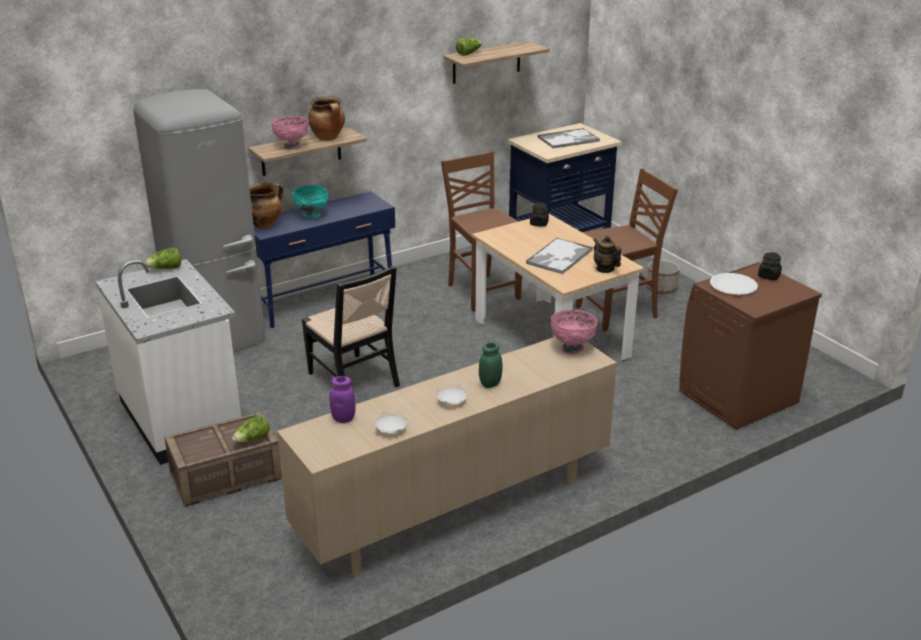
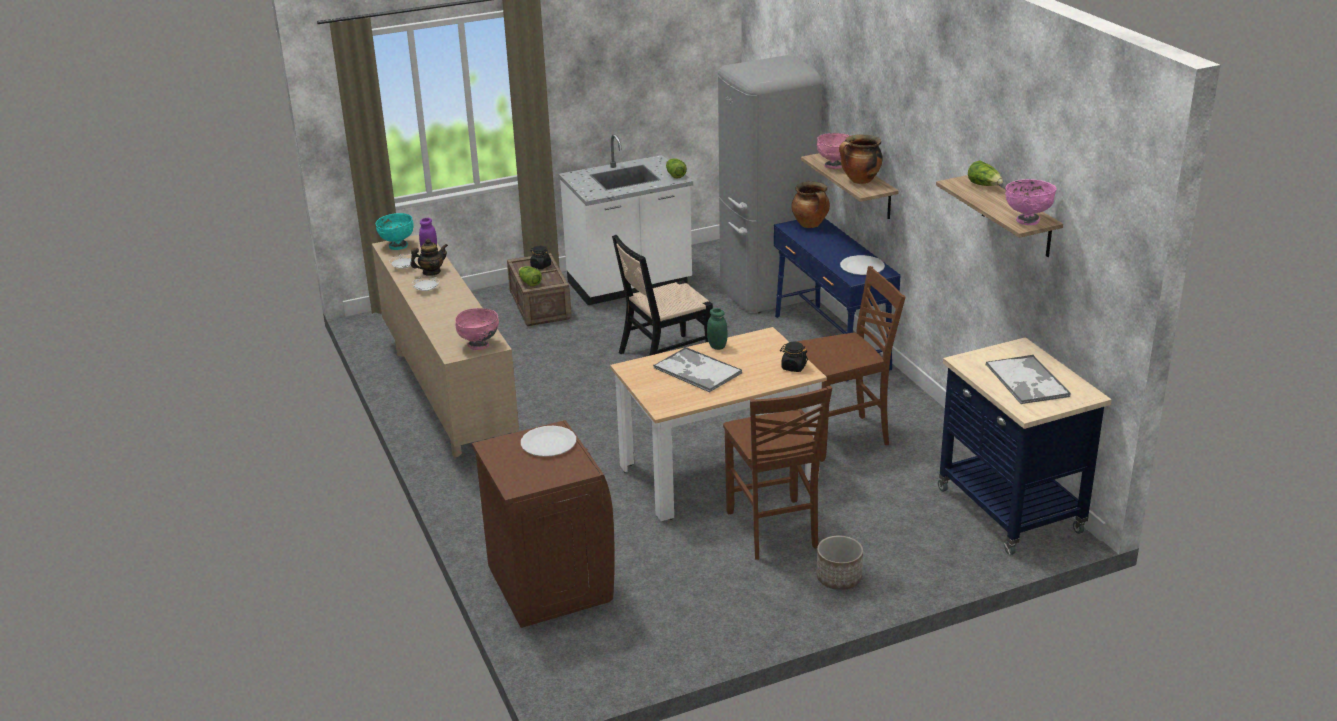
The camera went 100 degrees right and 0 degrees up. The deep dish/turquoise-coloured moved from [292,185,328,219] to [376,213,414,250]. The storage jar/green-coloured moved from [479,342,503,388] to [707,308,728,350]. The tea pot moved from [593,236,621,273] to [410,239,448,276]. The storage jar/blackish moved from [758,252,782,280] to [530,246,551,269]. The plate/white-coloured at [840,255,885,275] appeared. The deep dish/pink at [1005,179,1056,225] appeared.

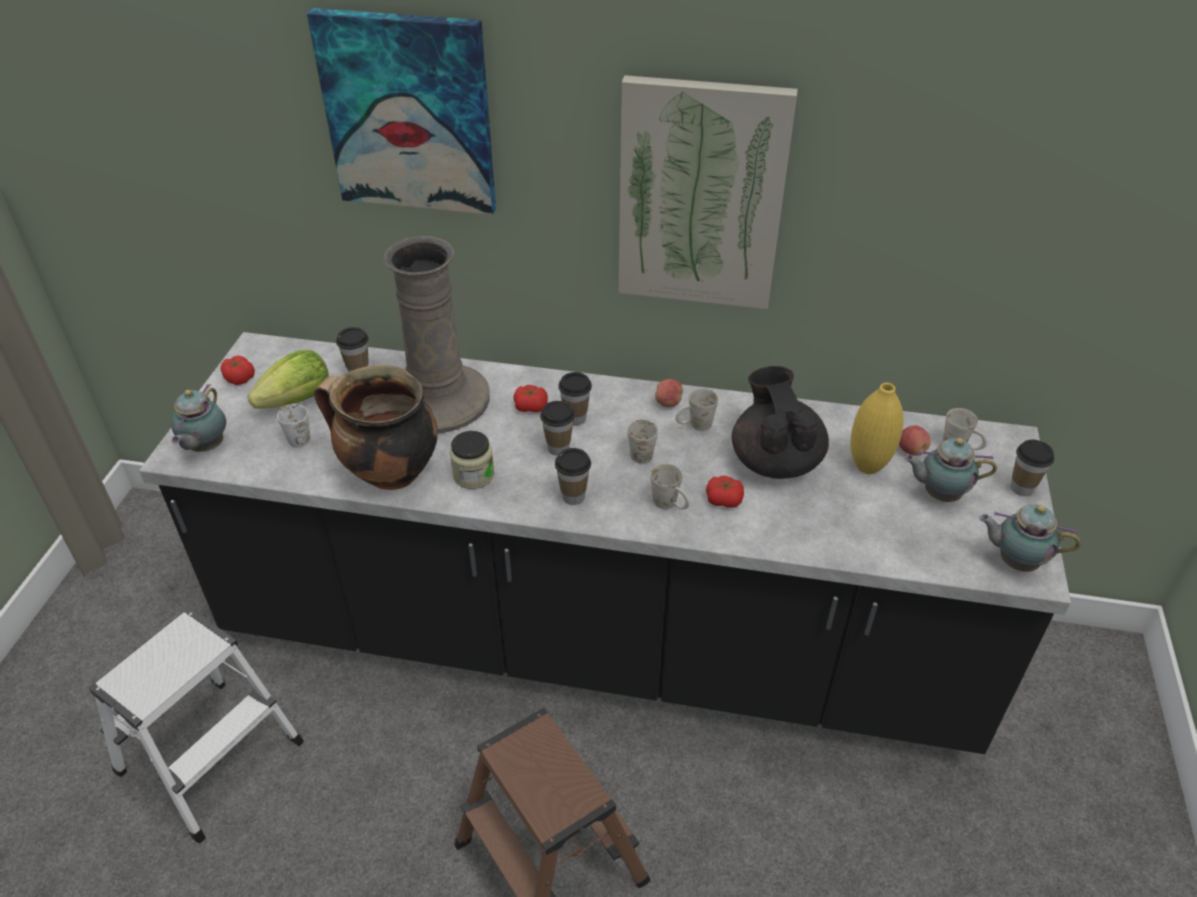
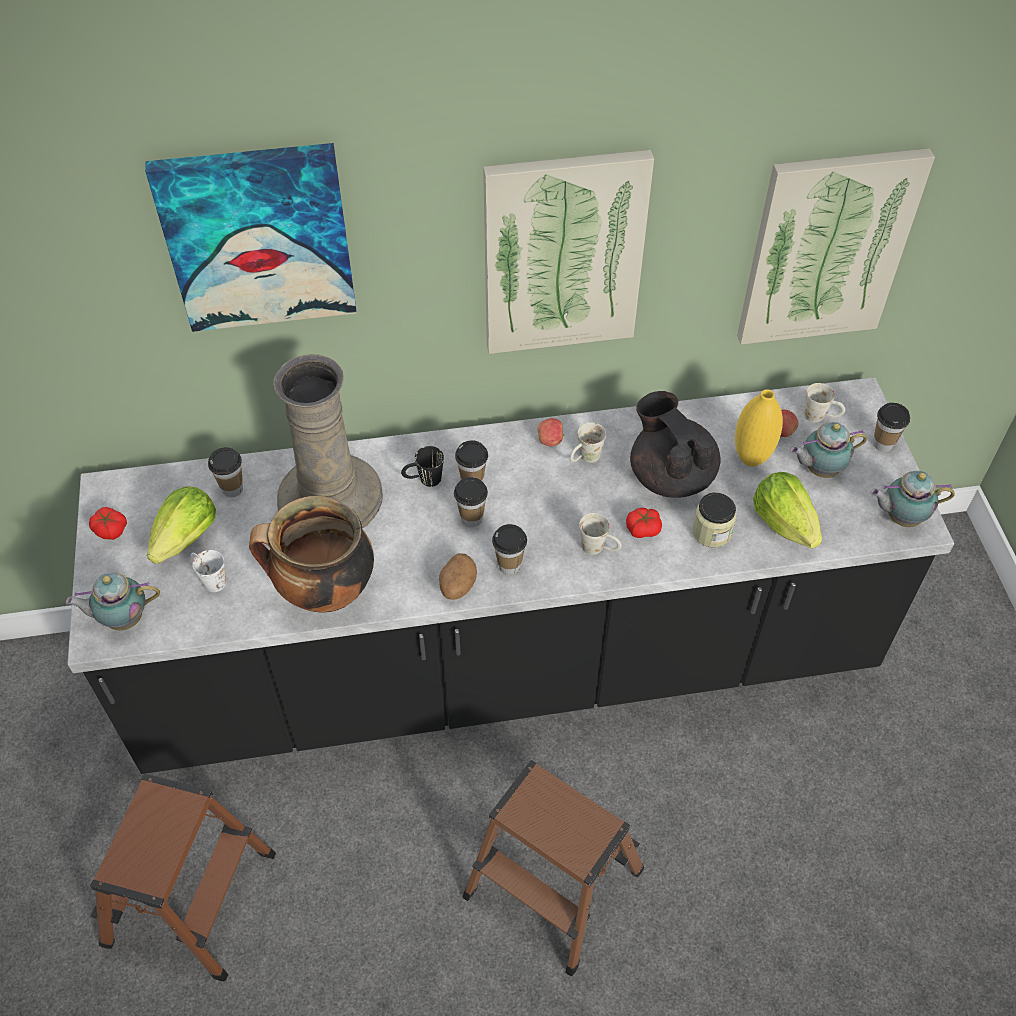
The camera went 20 degrees left and 10 degrees up. The stepladder/white-coloured at [88,607,304,843] became the stepladder/brownish at [90,773,276,981]. The tea pot at [171,384,226,452] turned 90 degrees clockwise. The storage jar moved from [450,431,494,489] to [692,493,737,548]. The fresh tomato at [513,385,548,412] was replaced by the tea mug/blackish at [401,446,444,487]. The tea mug/white-coloured at [627,419,658,464] disappeared. The whole potato at [439,553,477,600] appeared. The wall picture at [737,148,935,345] appeared. The lettuce at [753,472,822,548] appeared.

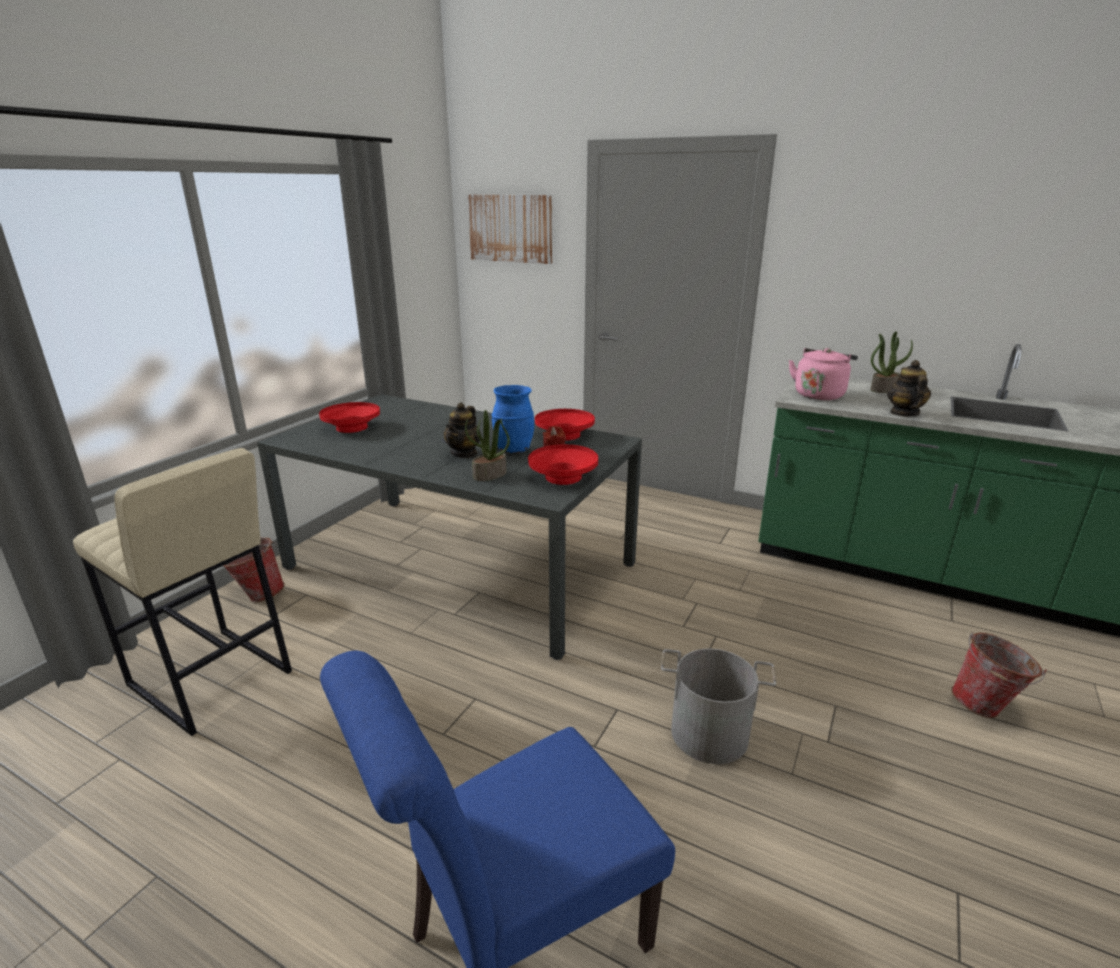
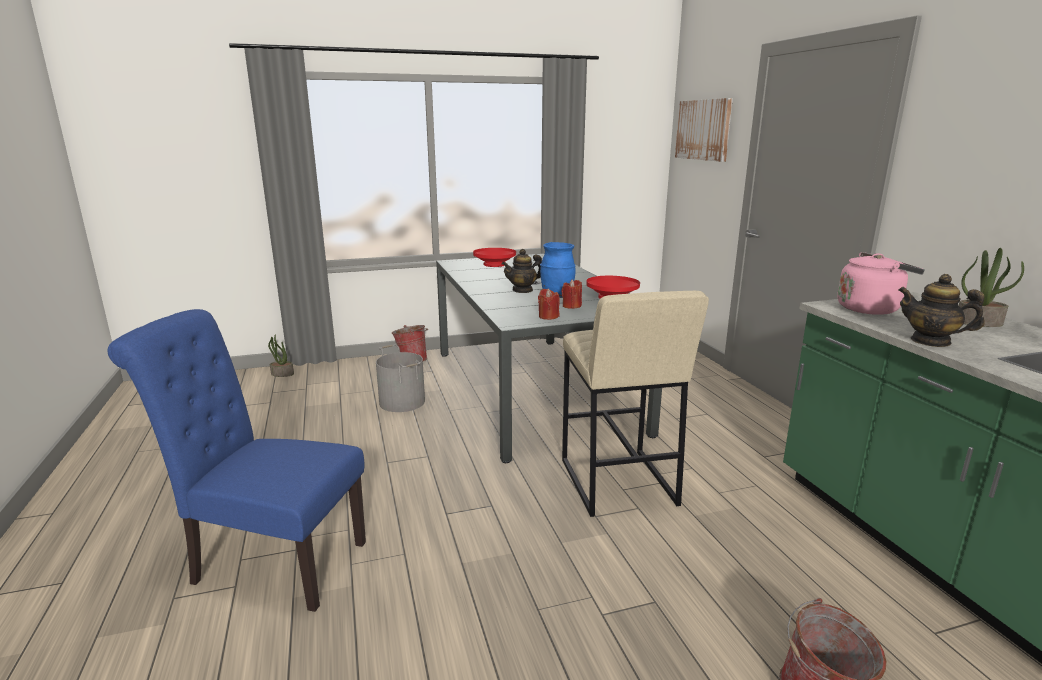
The camera went 45 degrees right and 5 degrees down. The stool/sand-coloured moved from [73,448,292,736] to [562,291,709,517]. The potted plant moved from [465,410,510,481] to [268,334,294,377]. The deep dish/reddish at [528,444,598,485] was replaced by the wax candle/reddish at [538,289,560,320]. The pail/grey moved from [661,649,776,764] to [376,344,425,412]. The tea pot at [887,360,931,417] turned 105 degrees counterclockwise.

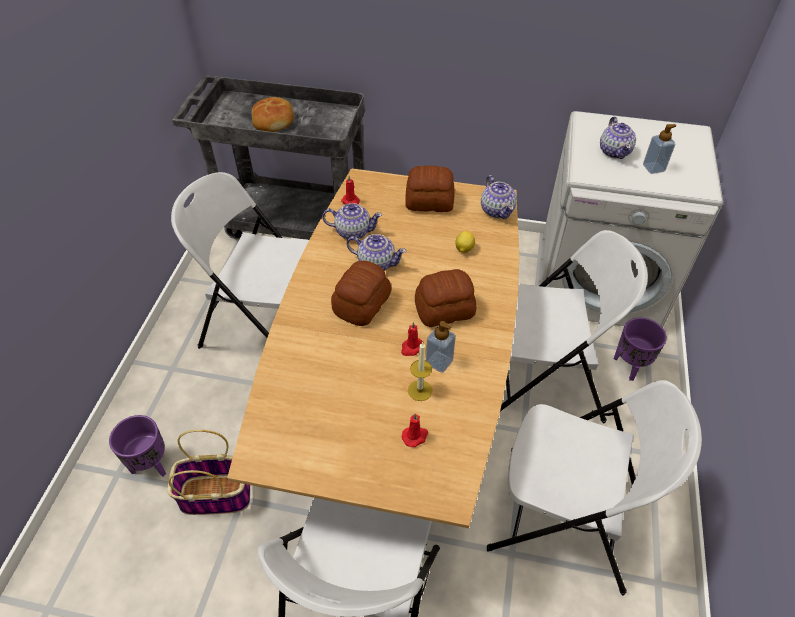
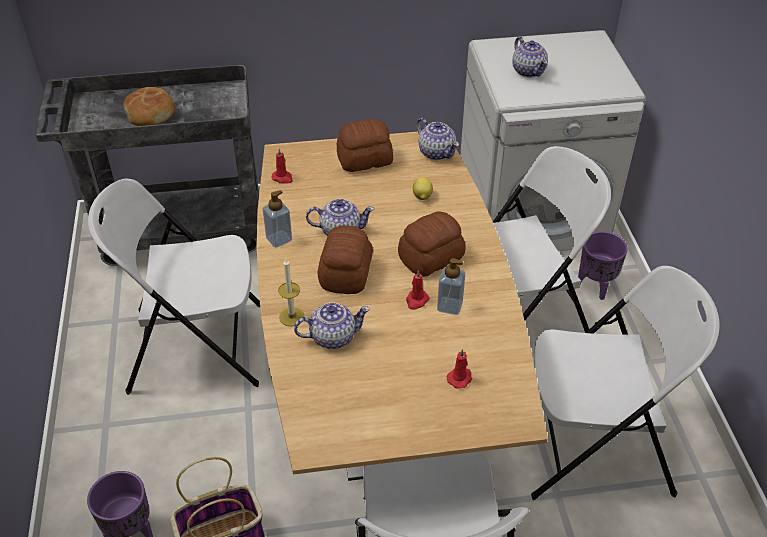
The camera went 20 degrees left and 5 degrees down. The tea pot moved from [322,203,382,240] to [294,302,370,349]. The wax candle moved from [408,341,432,401] to [278,259,305,326]. The liquid soap bottle moved from [643,124,676,174] to [262,190,292,248].

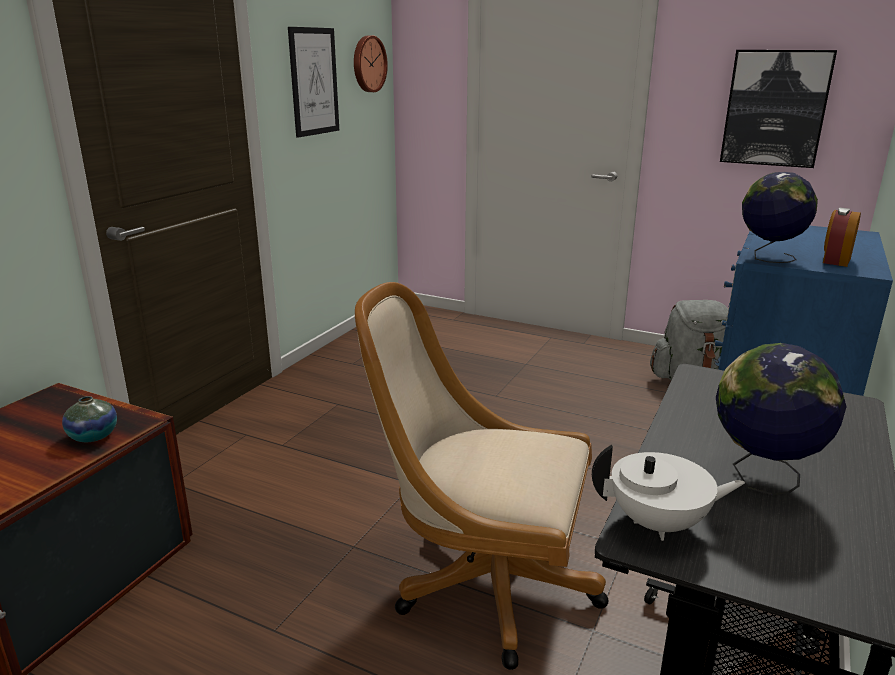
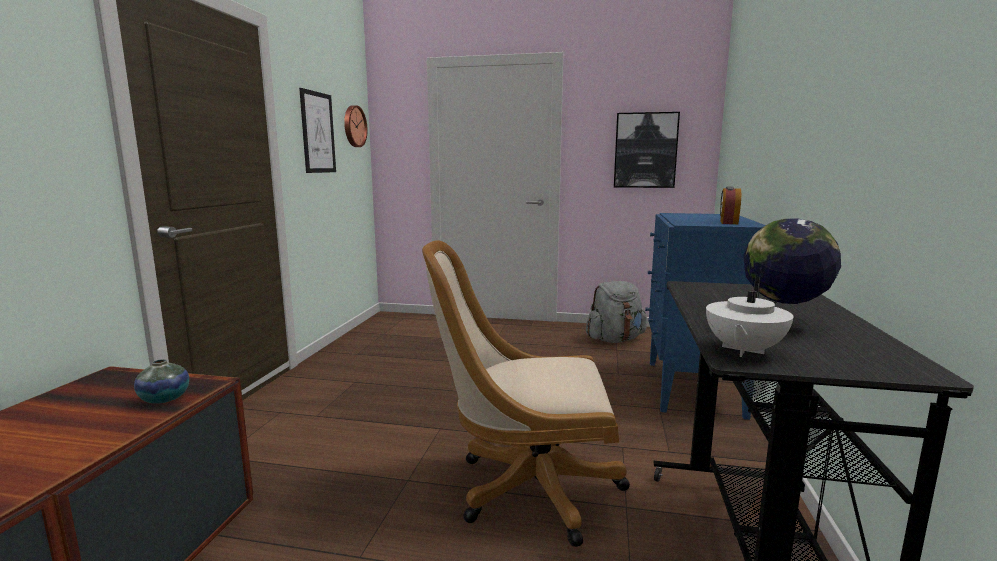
The camera went 15 degrees left and 10 degrees down. The tea pot/white-coloured at [592,445,745,541] turned 135 degrees clockwise. The desk globe at [742,172,818,263] disappeared.

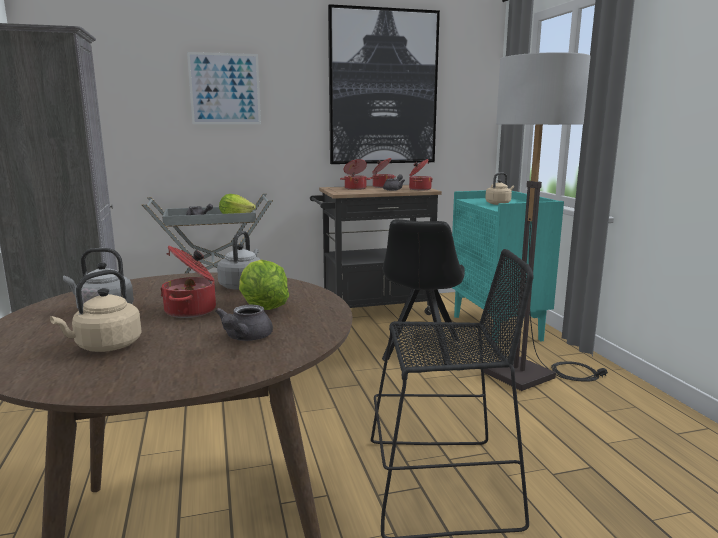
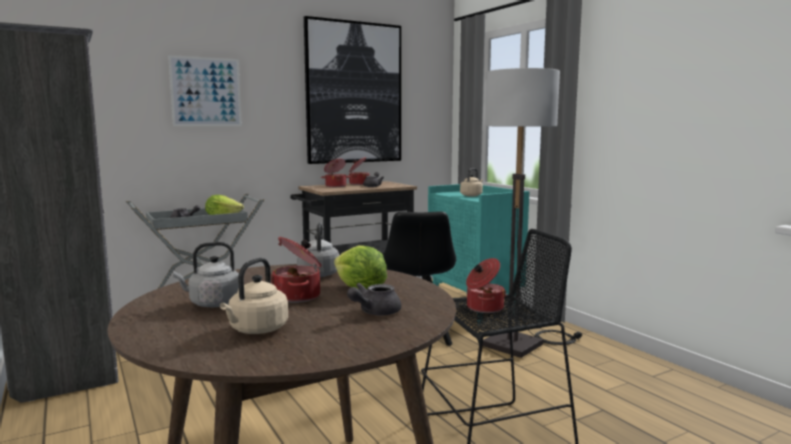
The camera went 15 degrees left and 5 degrees down. The tea pot/grey at [215,305,273,341] turned 45 degrees clockwise. The saucepot moved from [409,159,433,190] to [466,258,506,313].

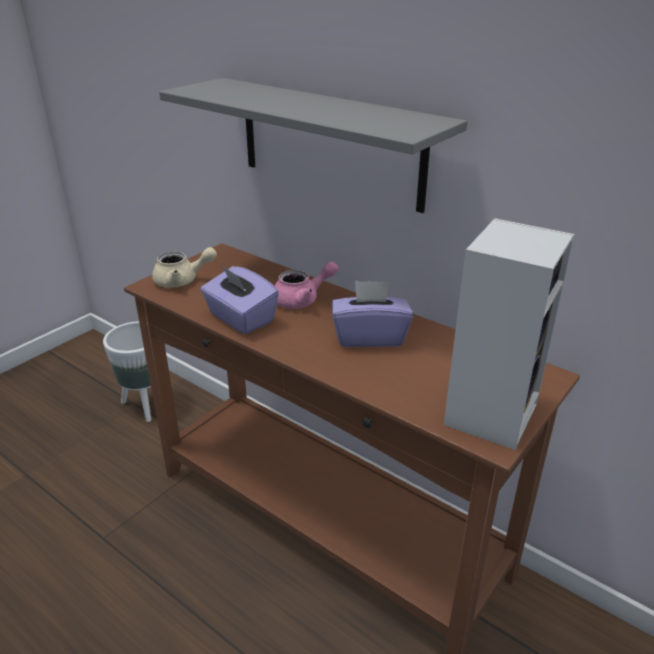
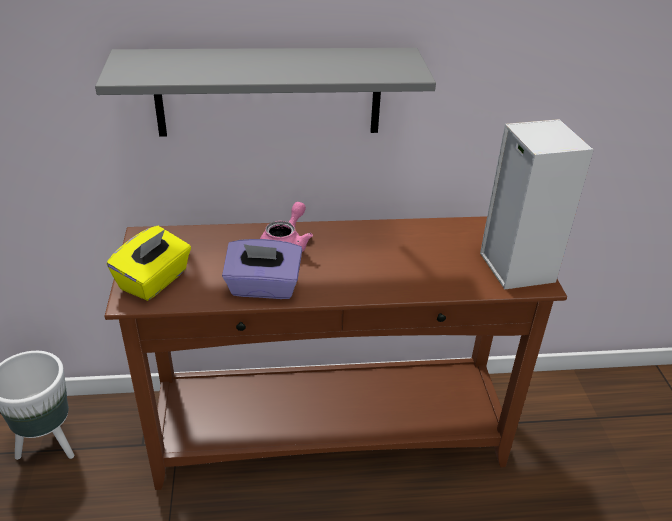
The camera went 45 degrees left and 5 degrees up. The tea pot/sand-coloured at [152,247,217,288] was replaced by the box of tissues/yellow-coloured at [107,226,191,301]. The box of tissues/purplish at [332,281,413,347] disappeared.

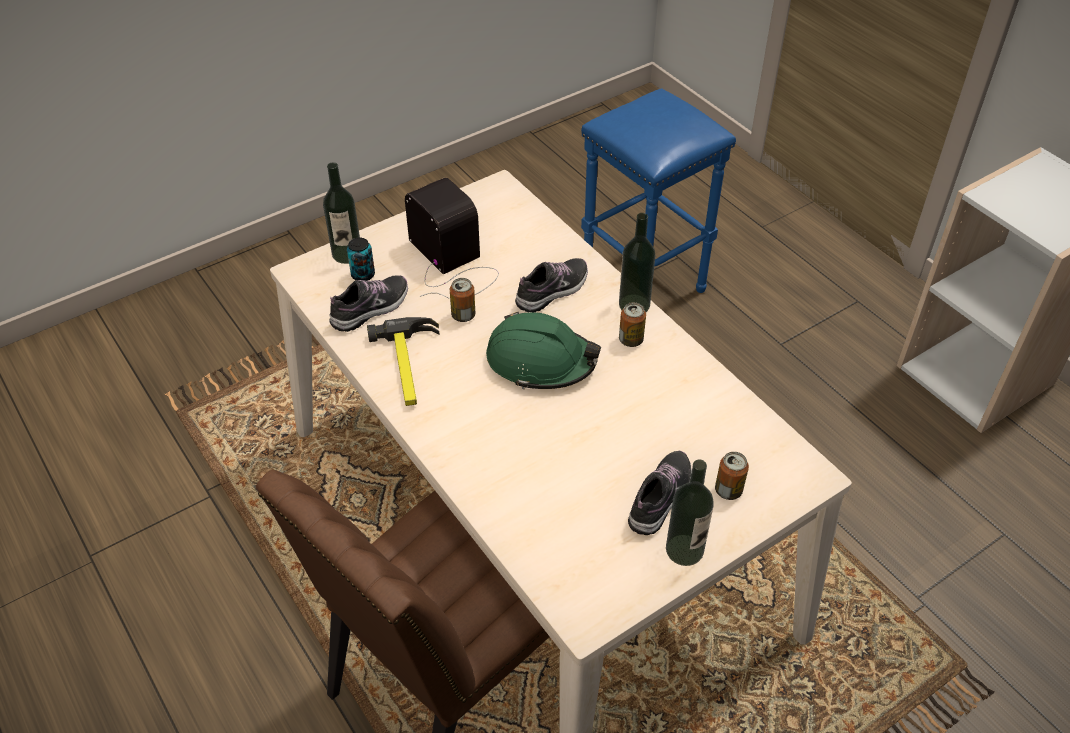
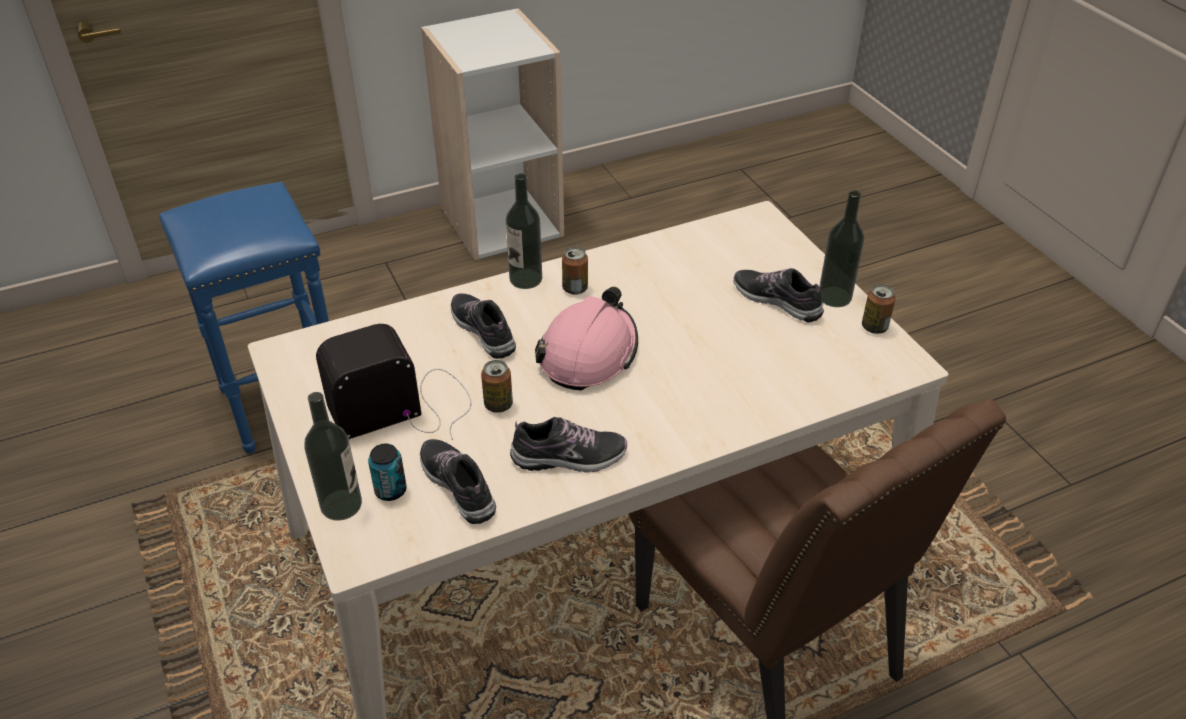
The camera went 80 degrees left and 5 degrees down. The hand hammer at [367,317,440,406] was replaced by the item of footwear at [510,417,627,473]. The safety helmet/green-coloured at [486,312,601,389] became the safety helmet/pink at [535,287,638,390]. The metal can moved from [715,452,749,500] to [862,284,896,334].

